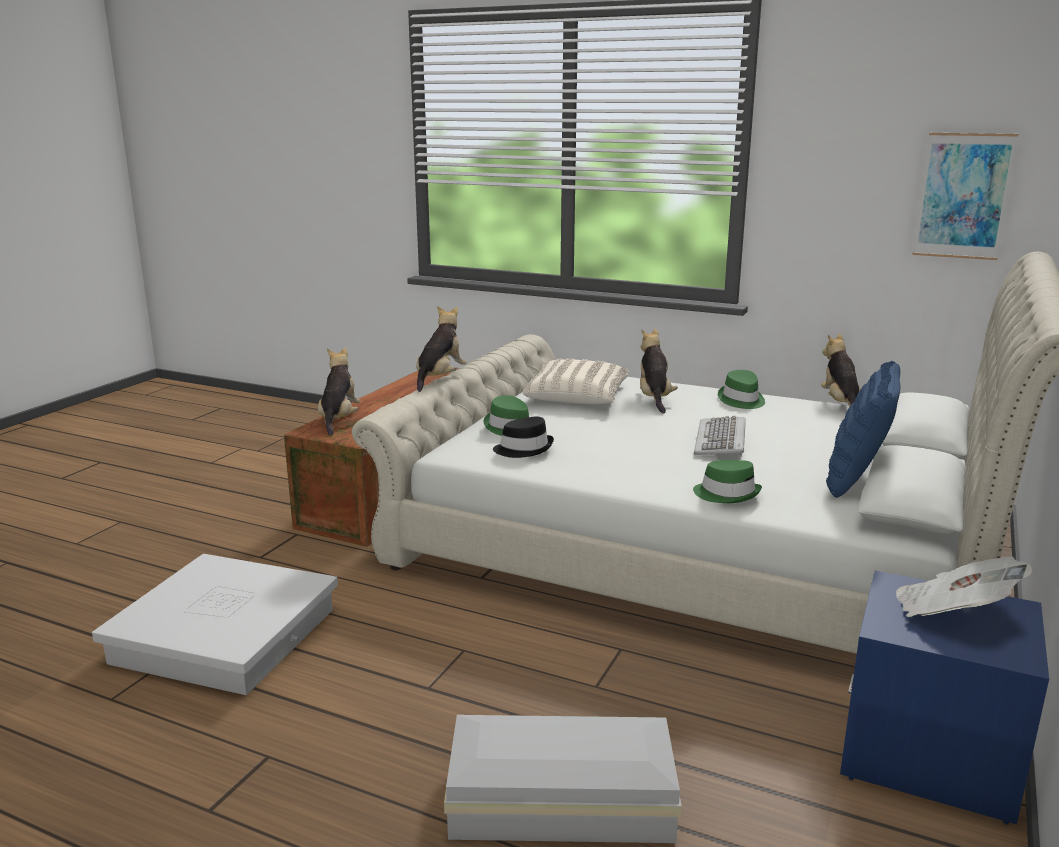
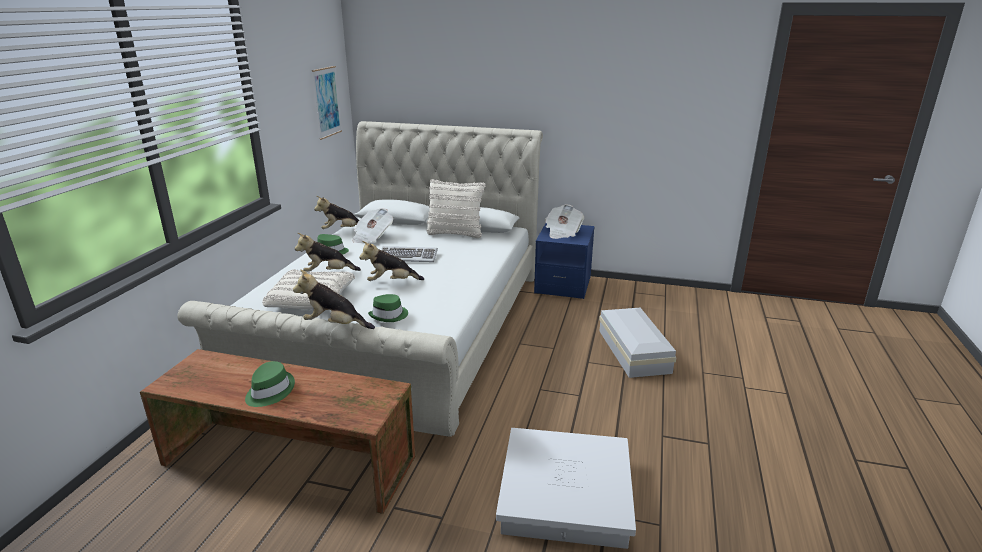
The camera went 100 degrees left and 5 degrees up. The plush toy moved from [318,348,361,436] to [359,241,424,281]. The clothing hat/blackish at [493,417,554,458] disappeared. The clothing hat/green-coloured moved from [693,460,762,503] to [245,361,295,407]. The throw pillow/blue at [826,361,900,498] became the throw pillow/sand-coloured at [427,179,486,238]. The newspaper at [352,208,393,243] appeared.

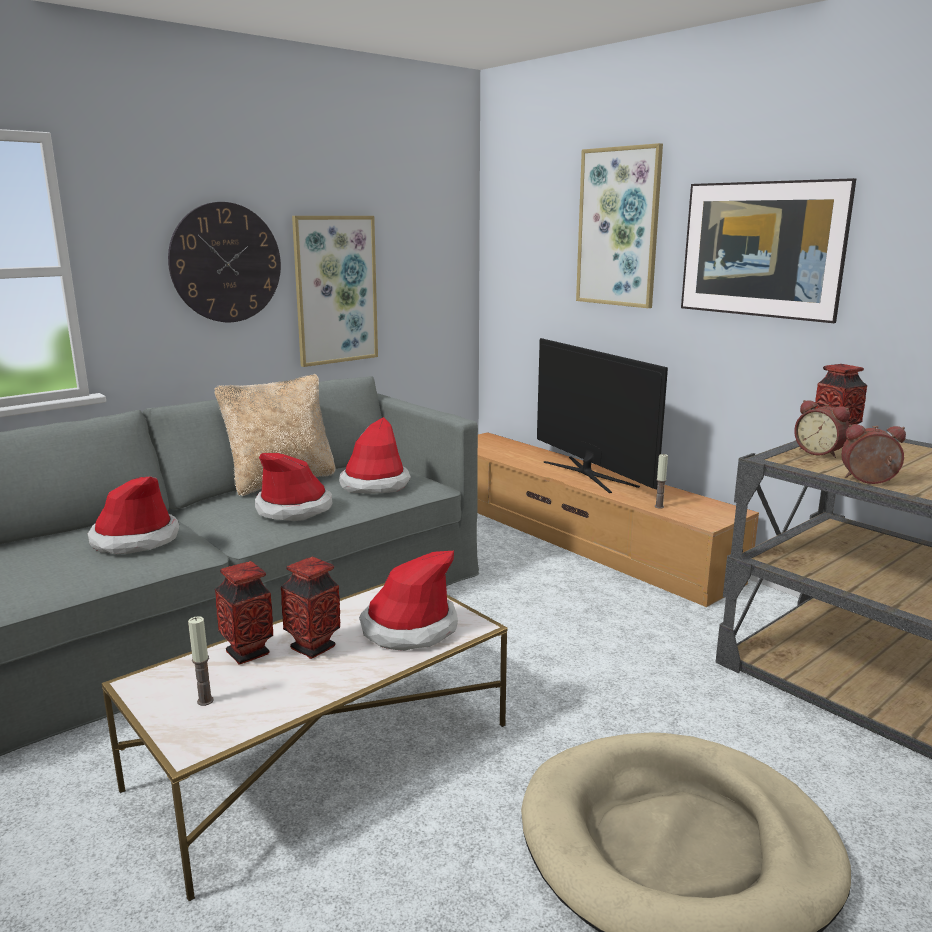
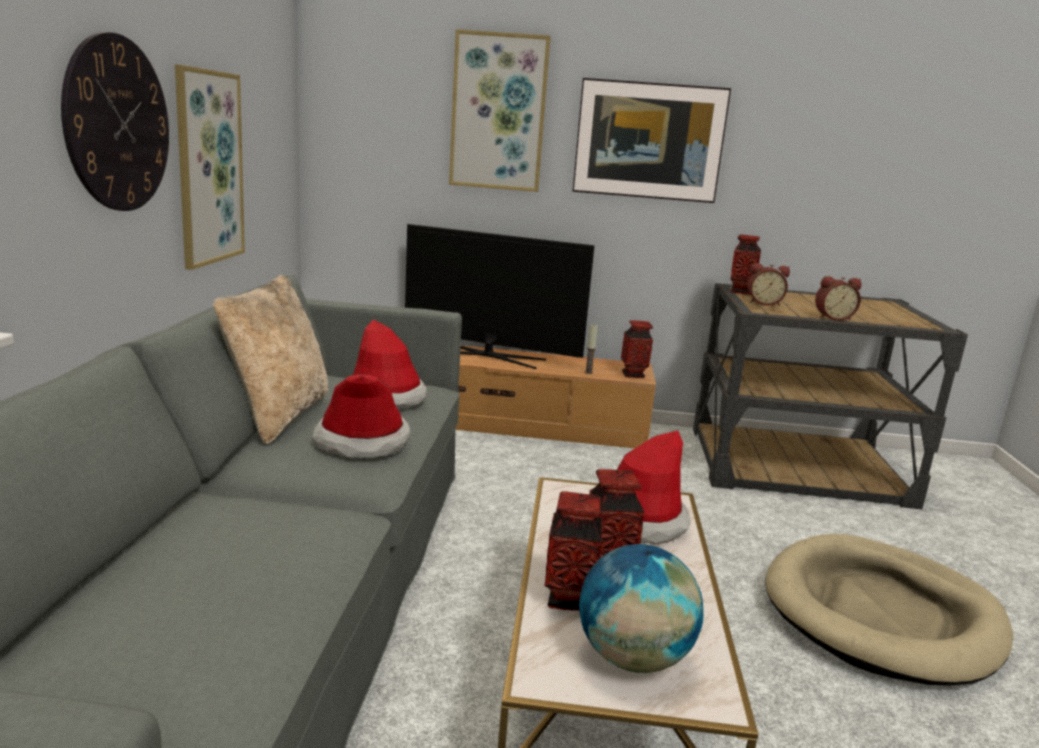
The camera went 45 degrees left and 0 degrees up. The clothing hat at [88,477,179,554] disappeared. The wax candle at [188,616,214,706] was replaced by the desk globe at [579,544,703,673]. The alarm clock at [841,424,906,484] turned 150 degrees counterclockwise. The vase at [621,320,653,378] appeared.

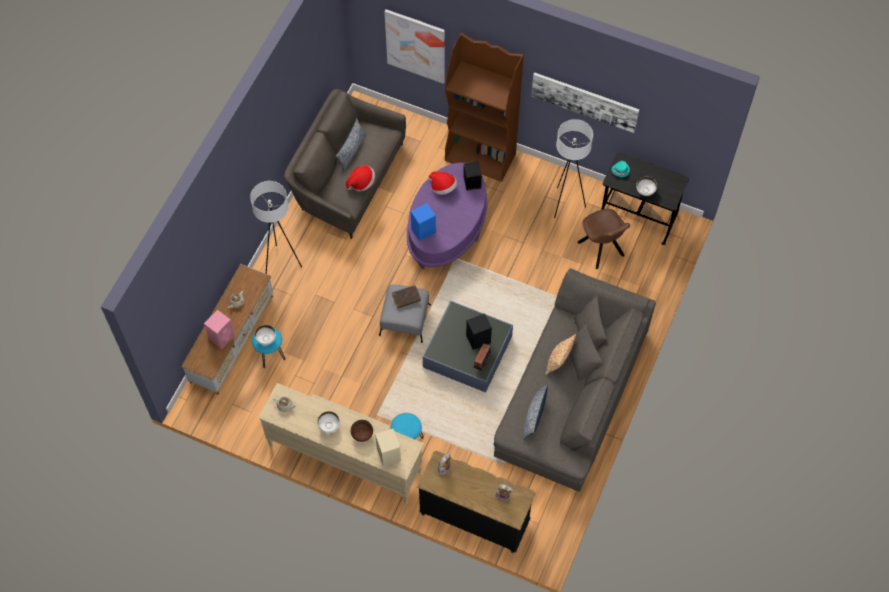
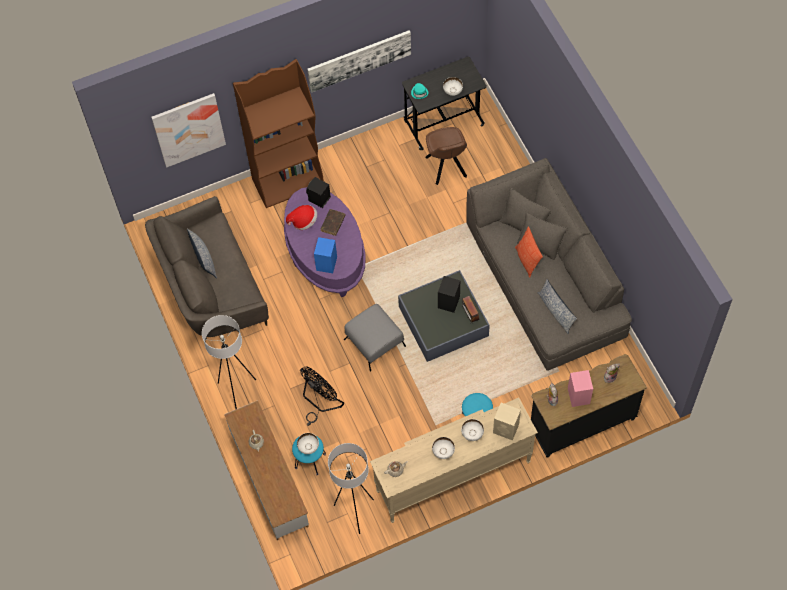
The camera went 45 degrees left and 0 degrees up. The loudspeaker/pink moved from [204,310,235,349] to [568,370,593,407]. The clothing hat at [346,165,375,191] disappeared. The deep dish/brownish at [351,420,373,442] became the deep dish/white-coloured at [461,419,484,441]. The book/brownish moved from [392,285,421,308] to [321,209,346,236]. The throw pillow/sand-coloured at [545,334,576,375] became the throw pillow/orange-coloured at [515,227,543,277]. The floor lamp/white-coloured moved from [554,119,593,218] to [328,443,374,534]. The chair/brownish at [578,209,630,269] turned 60 degrees clockwise. The fan/blackish at [300,366,344,426] appeared.

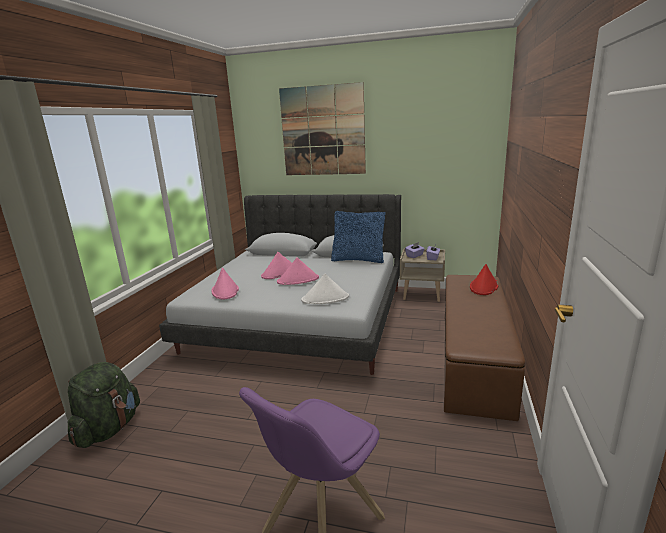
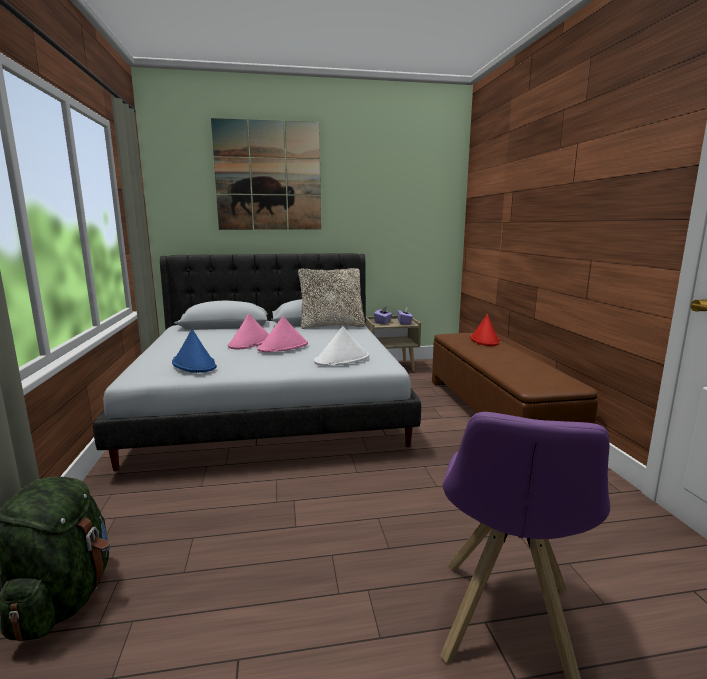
The camera went 25 degrees left and 5 degrees down. The clothing hat/pink at [211,267,239,299] became the clothing hat/blue at [172,329,217,373]. The throw pillow/blue at [331,211,385,263] became the throw pillow/sand-coloured at [298,268,365,329].

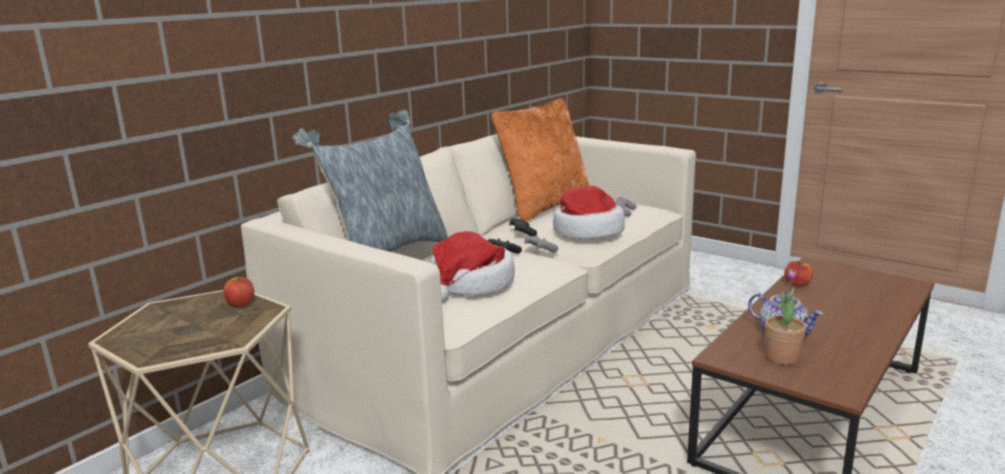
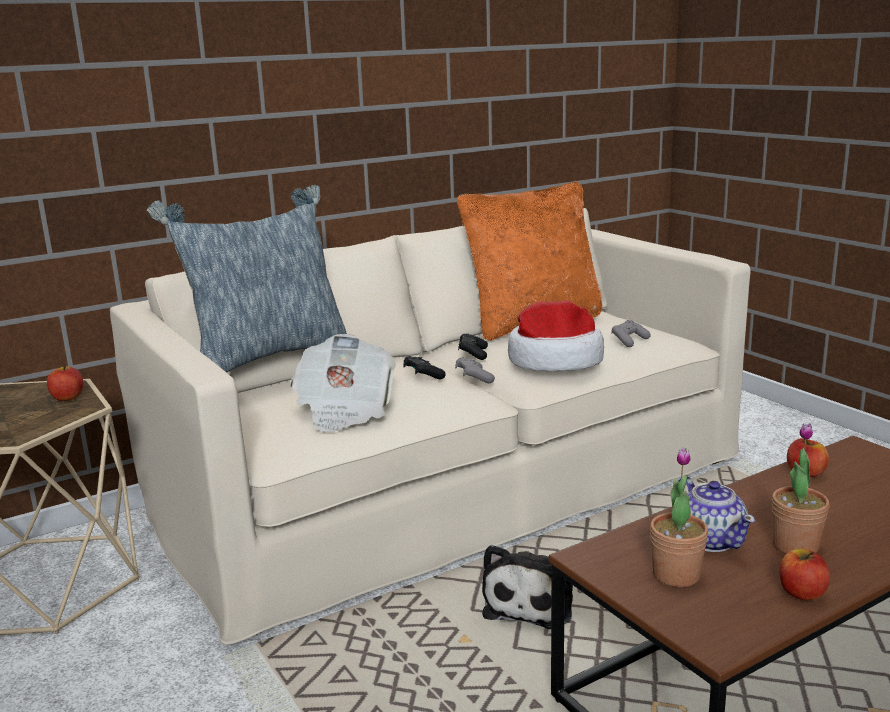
The camera went 20 degrees right and 0 degrees up. The clothing hat at [430,231,515,302] was replaced by the newspaper at [290,334,396,432]. The plush toy at [482,545,573,629] appeared. The potted plant at [772,423,829,554] appeared. The apple at [779,549,830,600] appeared.

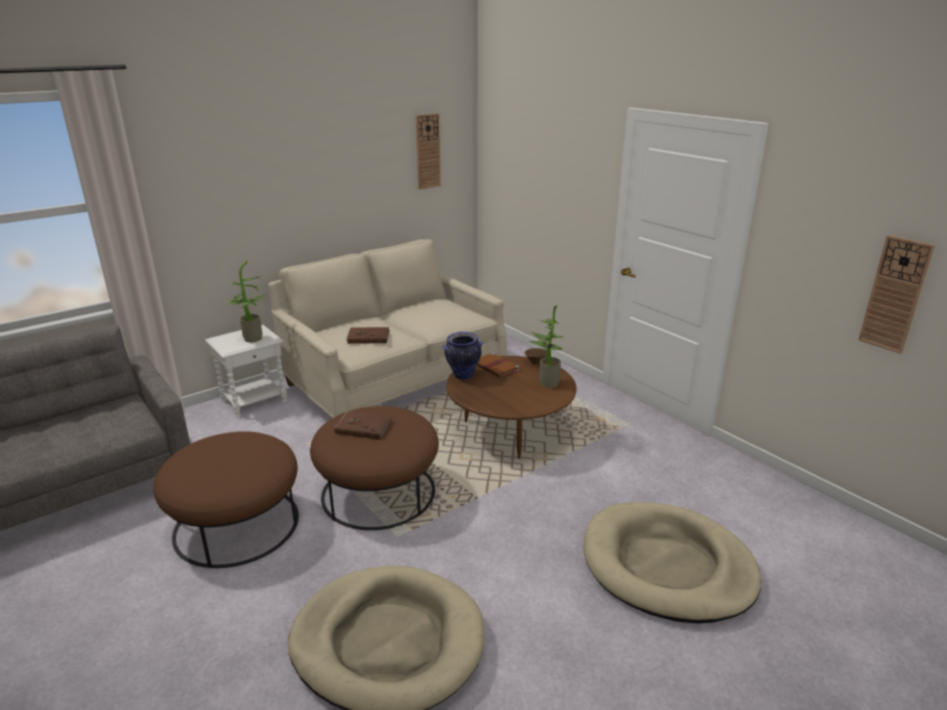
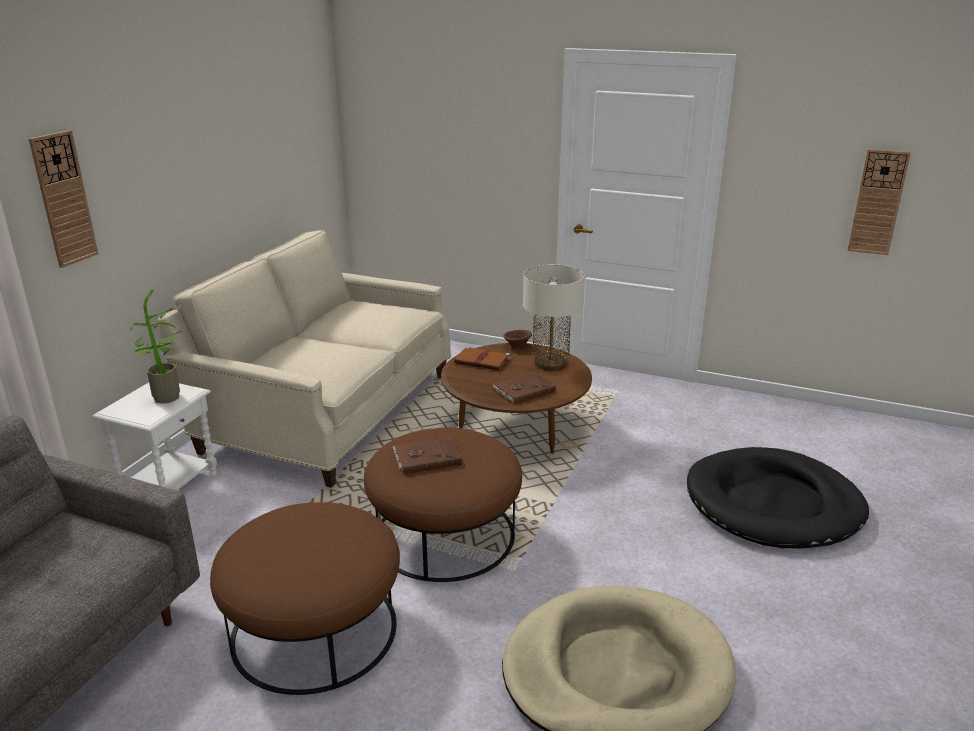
The camera went 30 degrees left and 0 degrees up. The book/brownish moved from [346,327,390,344] to [493,373,556,404]. The hanging clock moved from [416,113,441,190] to [29,130,98,268]. The vase at [442,332,483,380] disappeared. The potted plant at [529,305,562,388] was replaced by the lamp for a table at [523,264,584,371]. The dog bed/sand-coloured at [584,502,761,624] became the dog bed/blackish at [687,447,869,549].

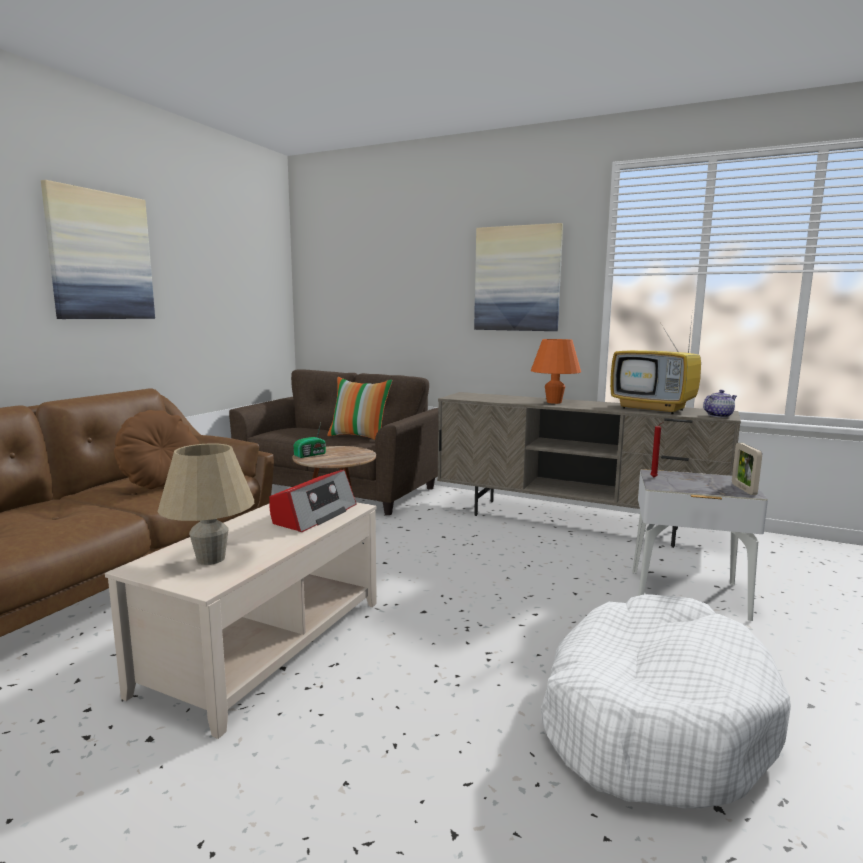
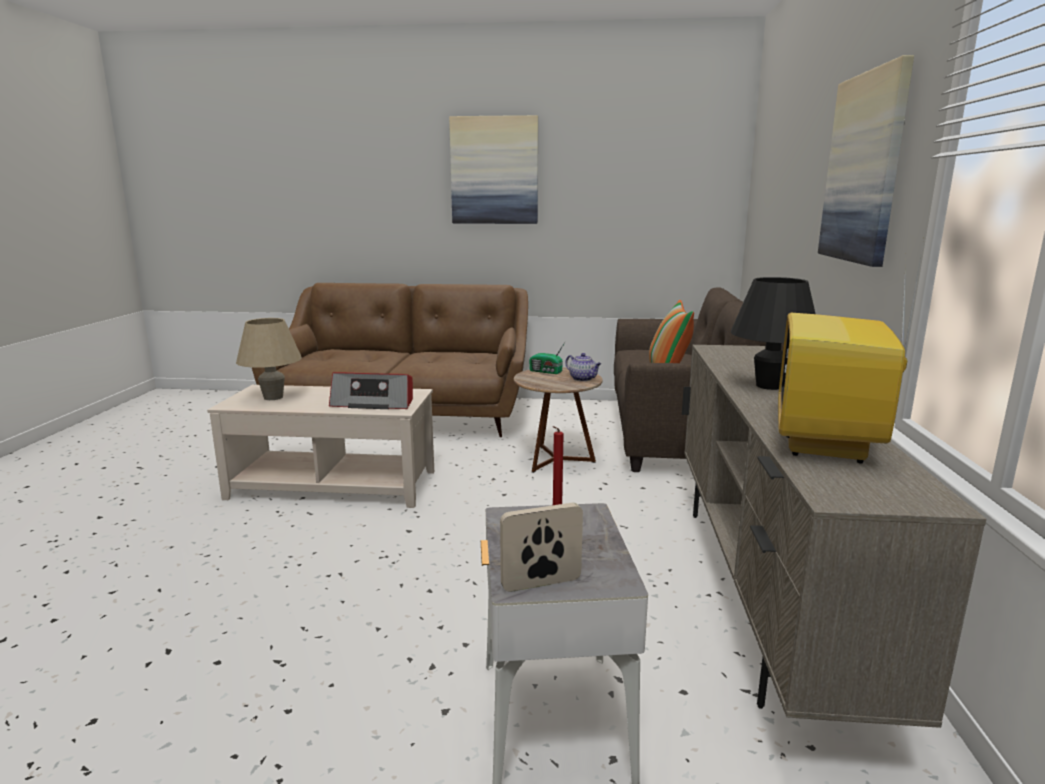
The camera went 70 degrees right and 5 degrees up. The throw pillow/brownish at [114,410,199,489] disappeared. The lamp for a table/orange-coloured at [531,339,581,404] became the lamp for a table/blackish at [731,277,816,390]. The dog bed/white-coloured at [541,594,791,809] disappeared. The tea pot moved from [703,390,737,418] to [566,353,601,381].

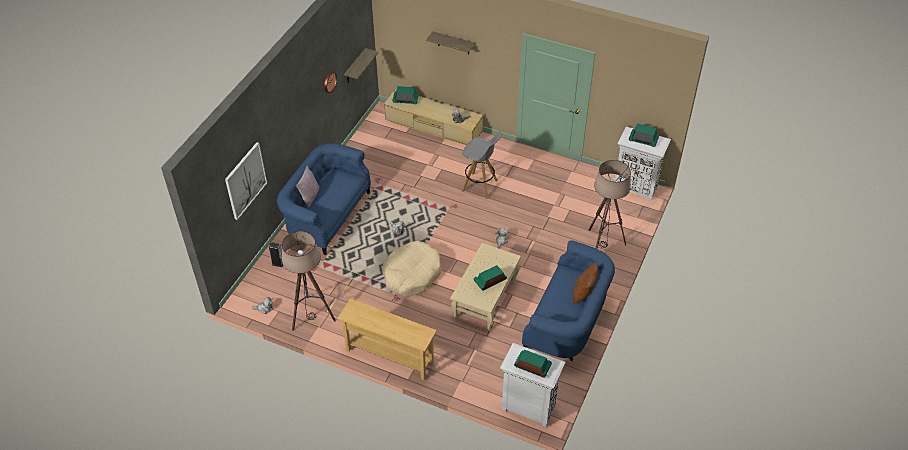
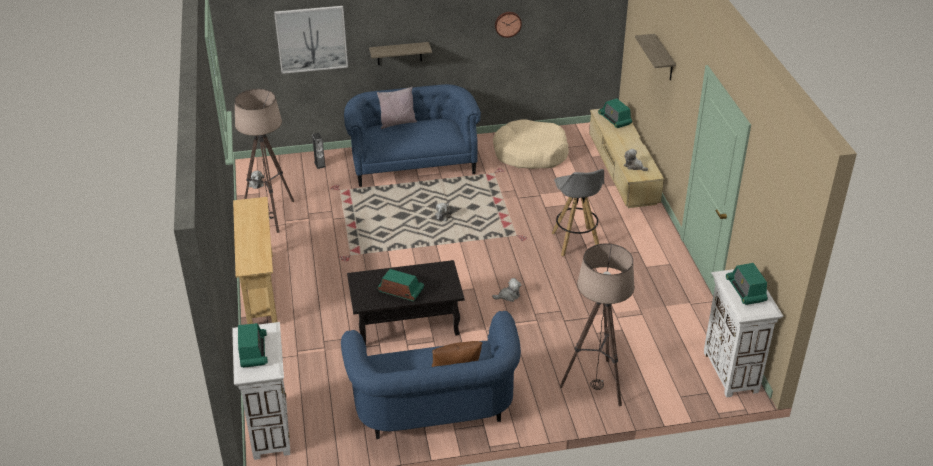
The camera went 55 degrees right and 10 degrees down. The shelf moved from [344,48,379,83] to [369,42,432,65]. The dog bed/sand-coloured moved from [383,241,441,297] to [493,119,569,169]. The lounge table/sand-coloured at [450,243,521,331] became the lounge table/blackish at [347,260,464,345].

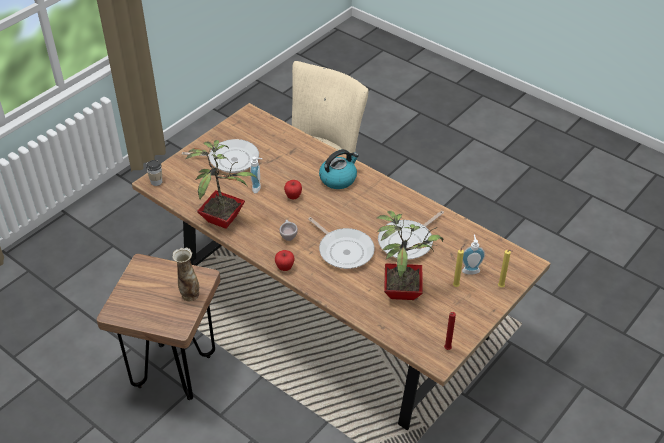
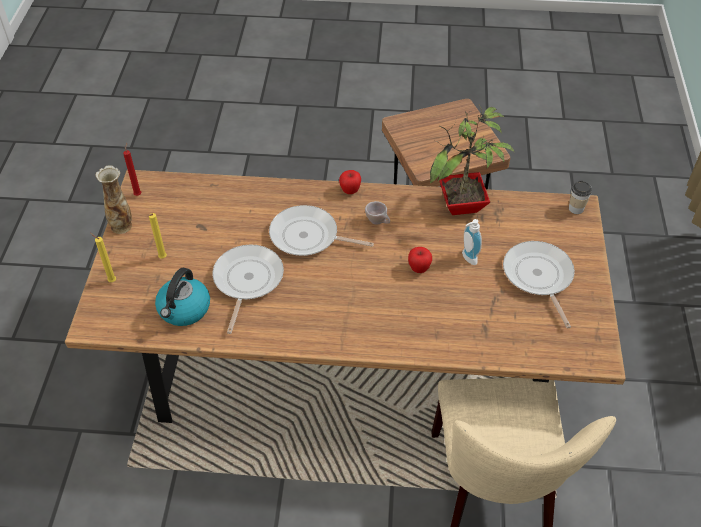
The camera went 145 degrees right and 5 degrees up. The vase moved from [172,248,199,301] to [95,166,132,234]. The skillet at [182,139,259,173] turned 105 degrees clockwise. The tea kettle moved from [319,149,359,189] to [155,268,210,326]. The potted plant at [377,211,444,300] disappeared. The liquid soap bottle at [462,234,485,275] disappeared.

